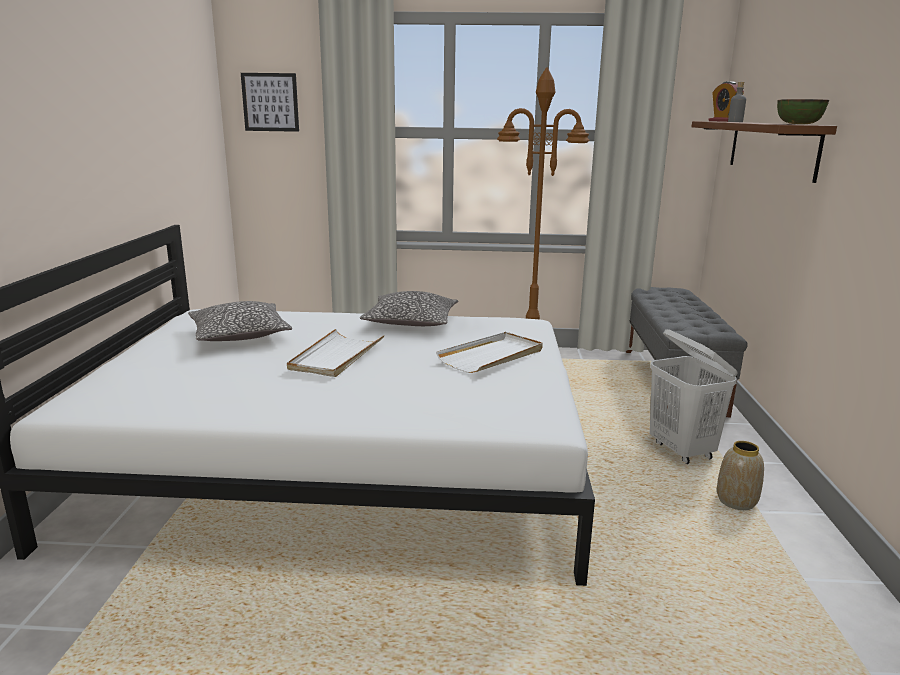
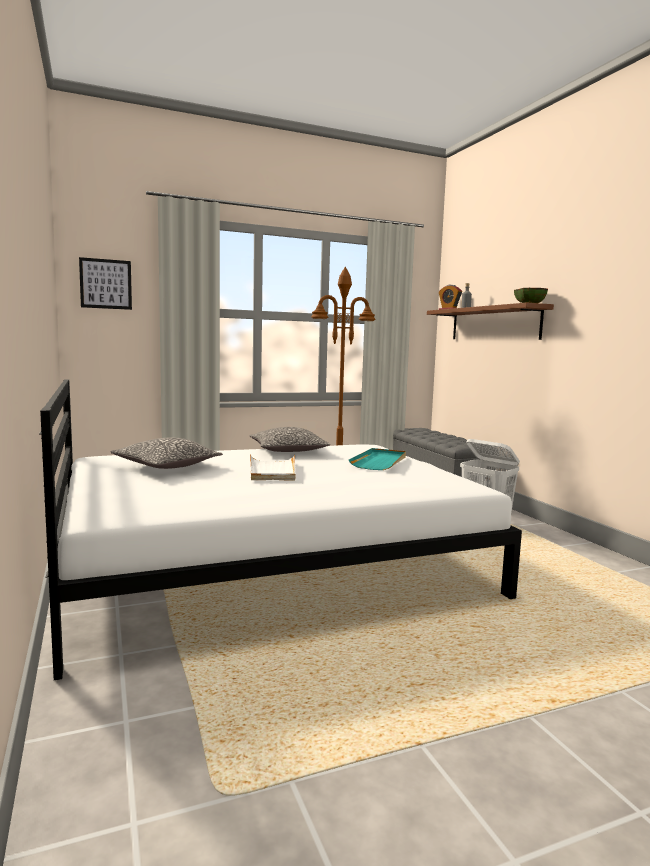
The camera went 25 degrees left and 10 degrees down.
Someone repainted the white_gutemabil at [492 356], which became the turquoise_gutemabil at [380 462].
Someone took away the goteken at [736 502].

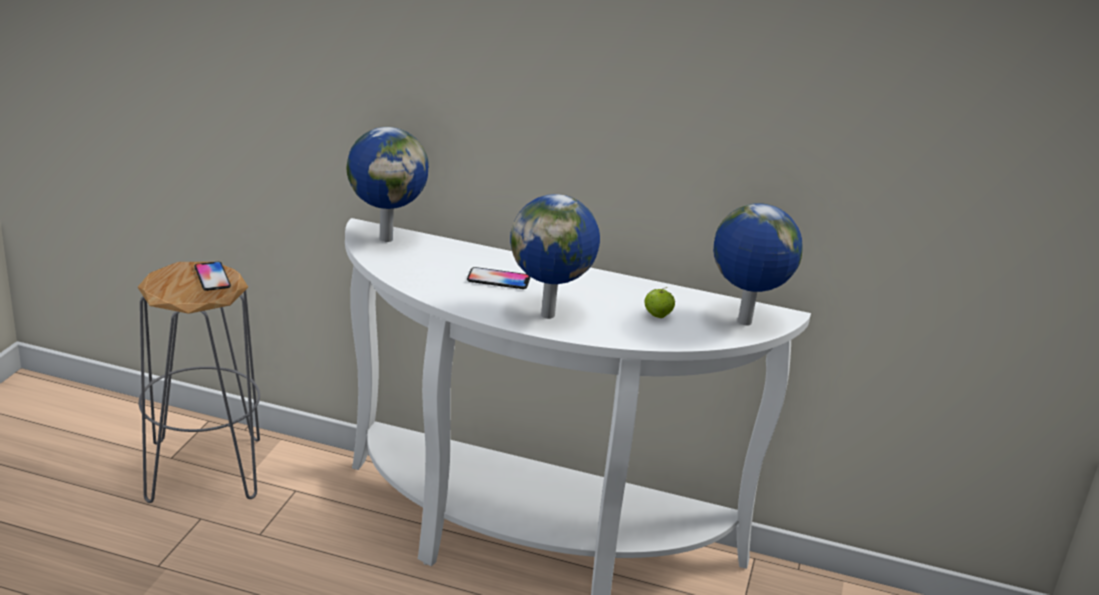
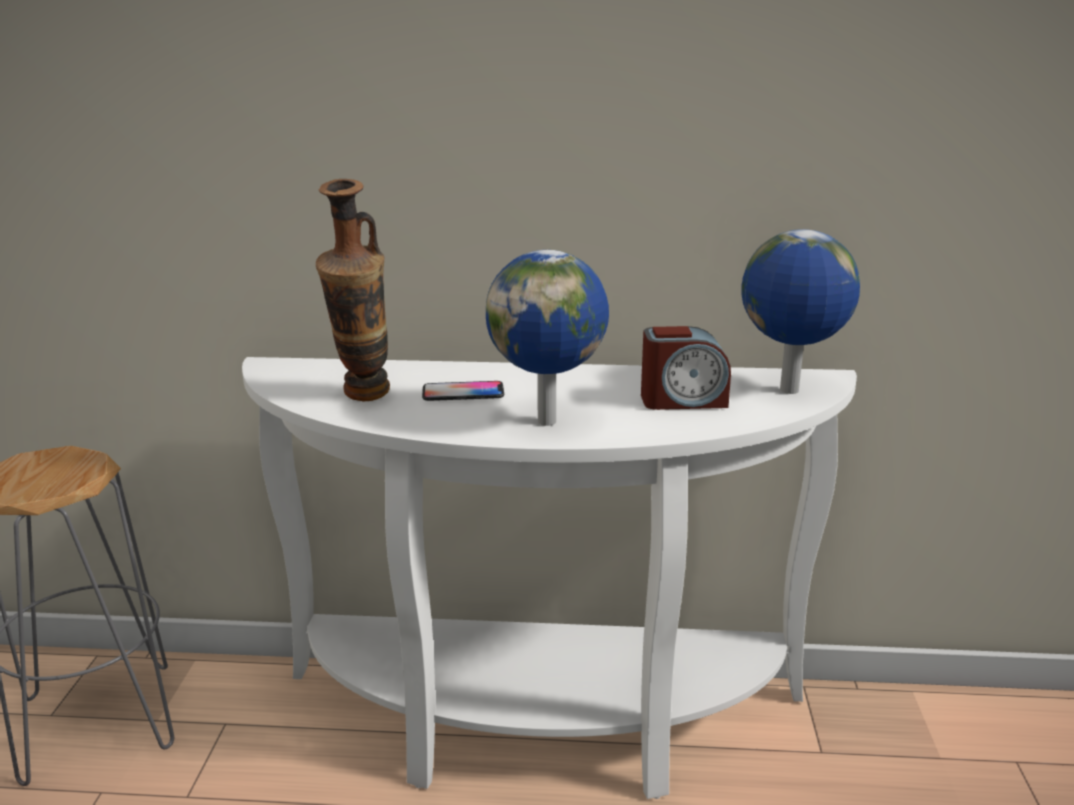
The camera went 10 degrees left and 5 degrees down.
Someone took away the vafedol at [386 238].
Someone took away the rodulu at [212 277].
Someone swapped the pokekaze at [657 316] for the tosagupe at [683 400].
Someone put down the goteken at [363 399].

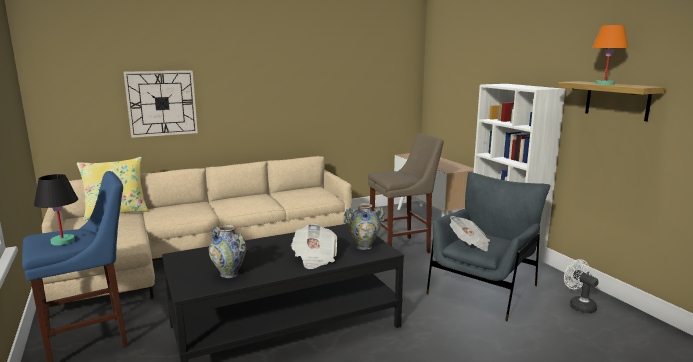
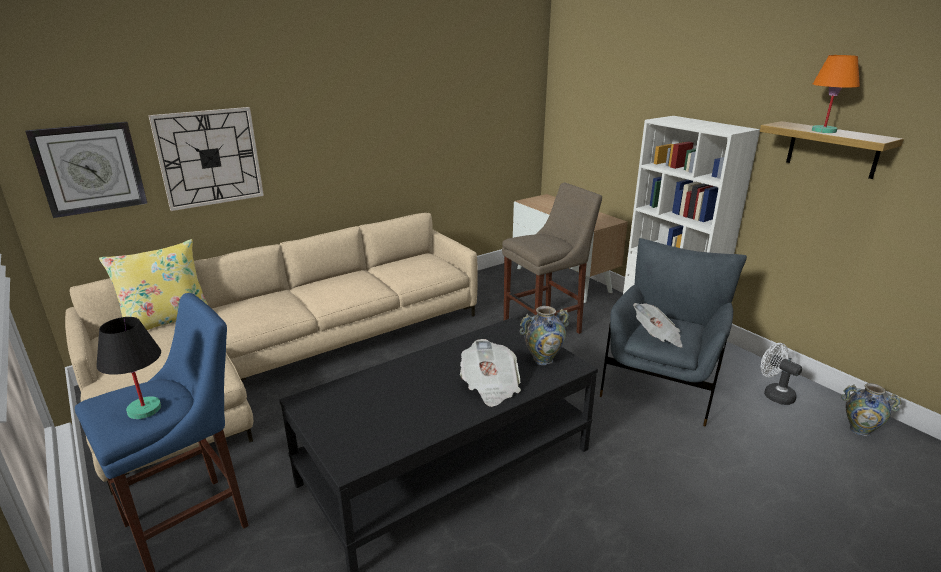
The camera went 10 degrees left and 10 degrees up.
Someone carried the goteken from [229 274] to [860 430].
Someone put up the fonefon at [90 168].

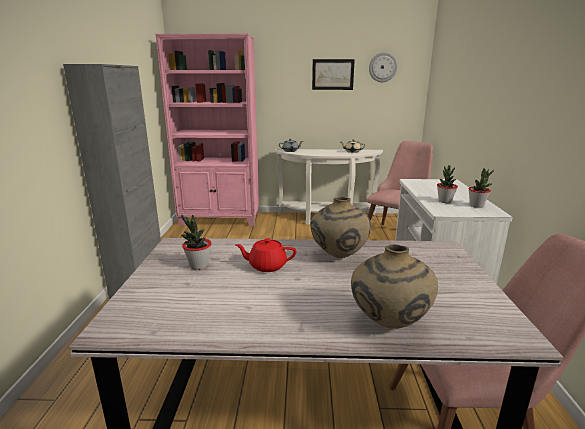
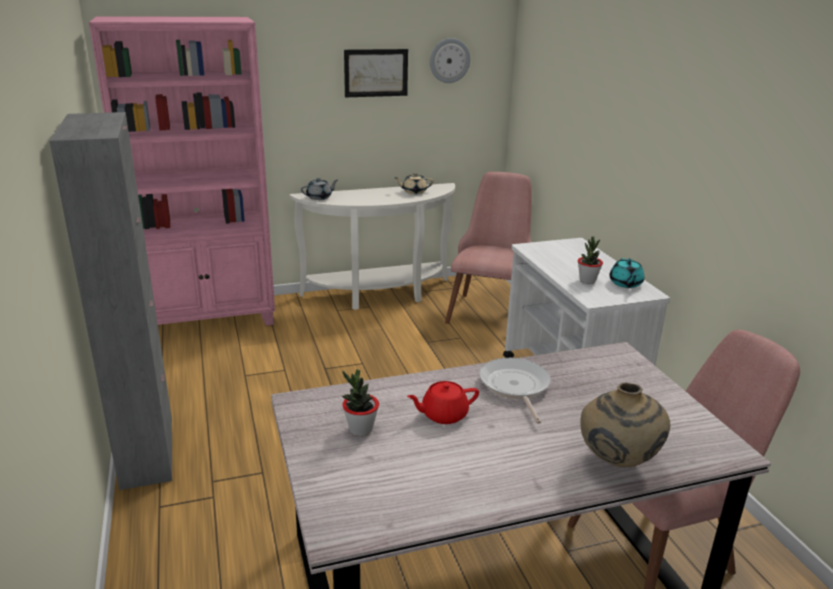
The camera went 20 degrees left and 5 degrees up.
Someone swapped the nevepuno at [476 205] for the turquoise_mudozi at [625 283].
Someone swapped the beige_goteken at [338 257] for the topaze at [515 387].

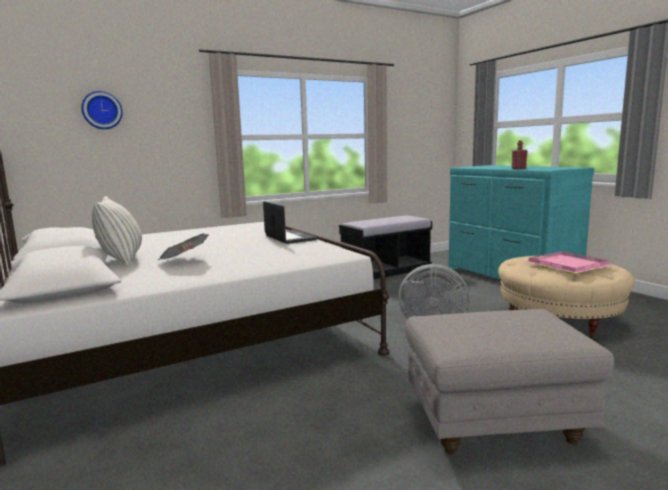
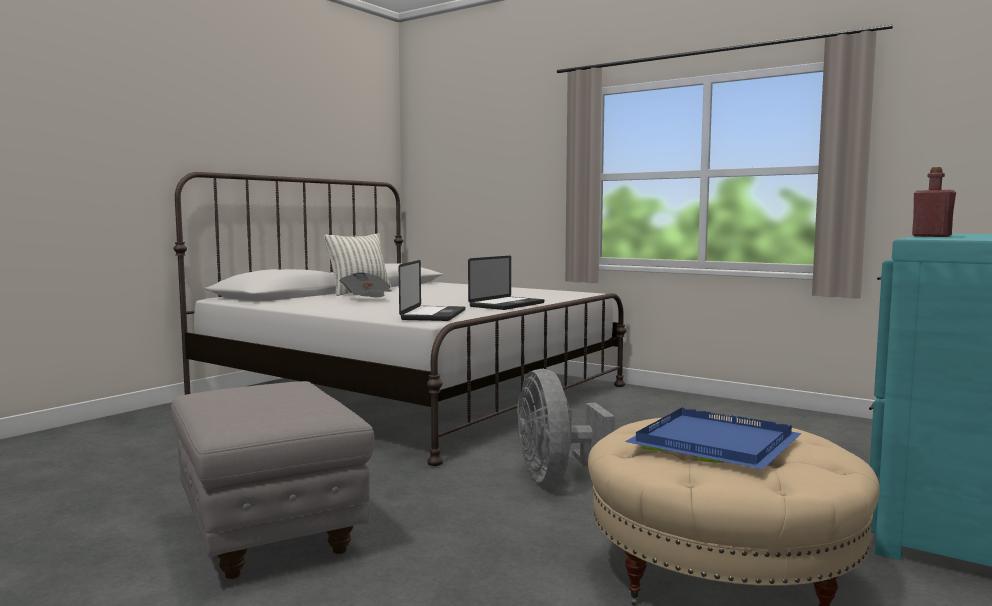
The camera went 65 degrees right and 5 degrees down.
Someone took away the fonefon at [102 110].
Someone took away the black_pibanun at [386 271].
Someone repainted the pink_gutemabil at [567 266], which became the blue_gutemabil at [711 443].
Someone put down the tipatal at [433 315].

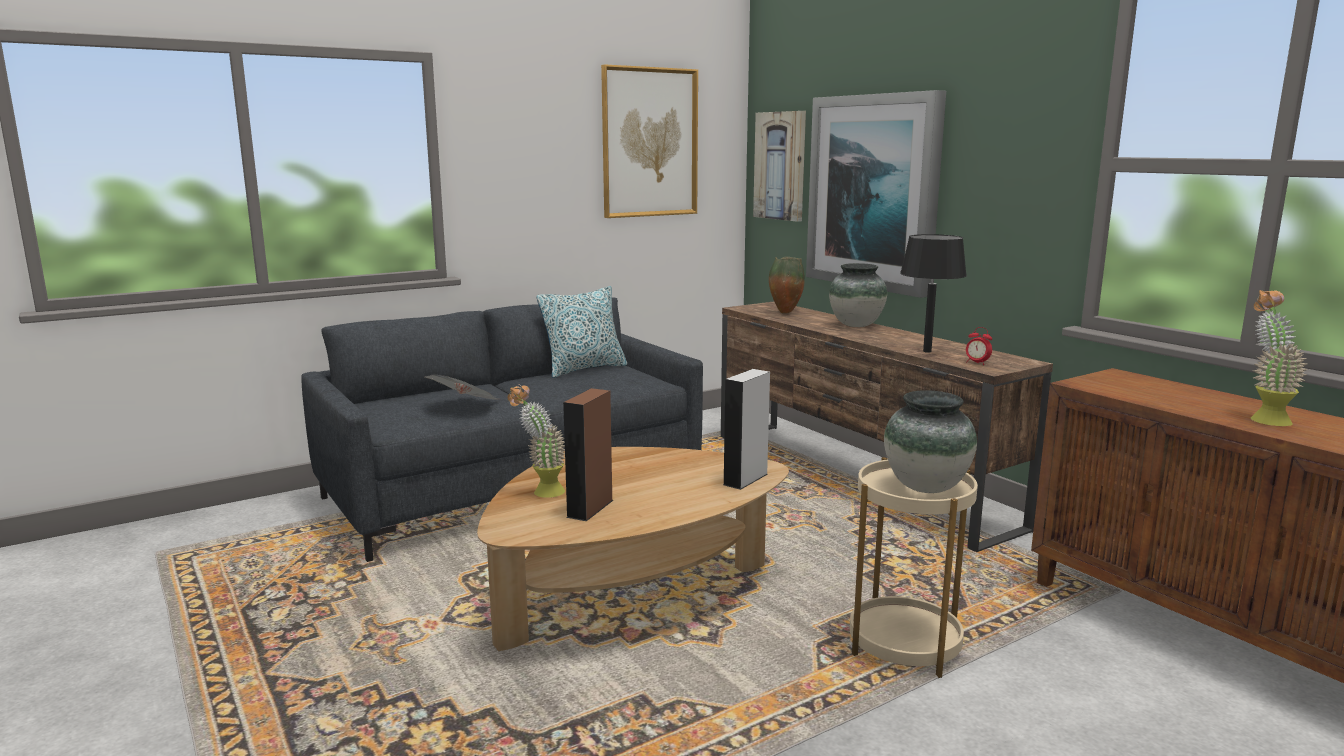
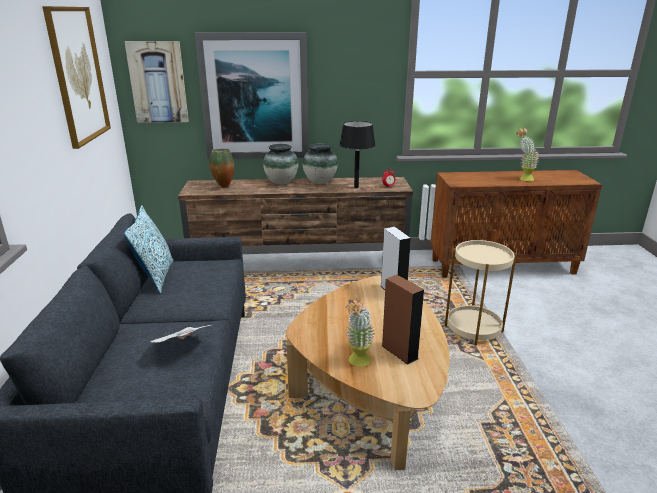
The camera went 60 degrees left and 10 degrees up.
Someone carried the goteken from [926 487] to [320 182].

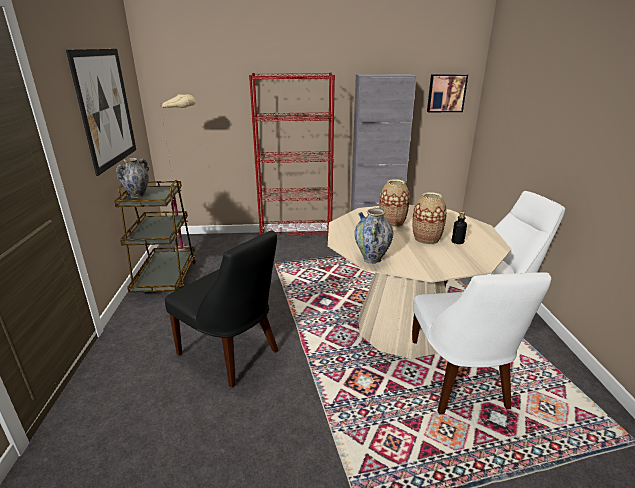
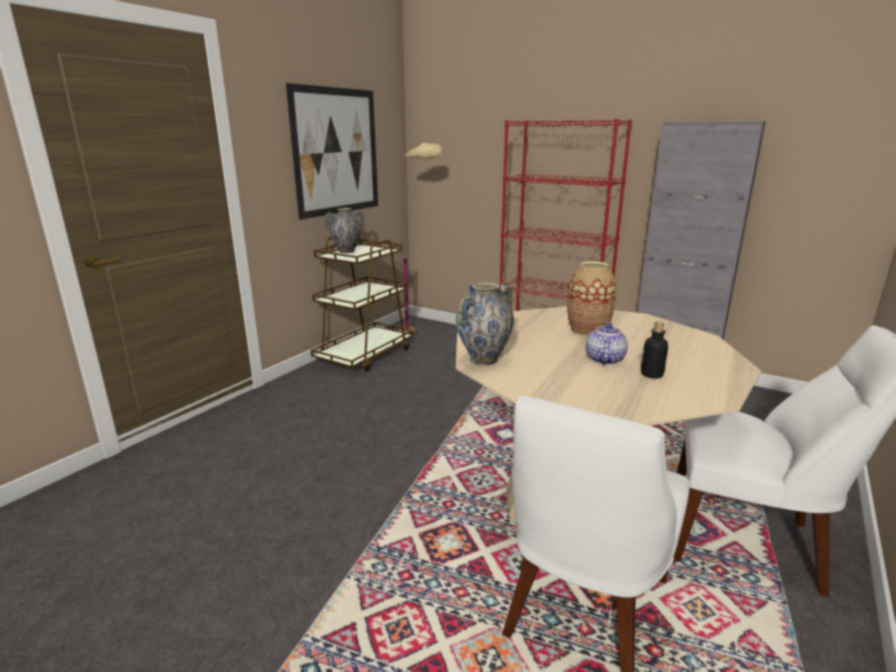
The camera went 35 degrees right and 5 degrees down.
Someone took away the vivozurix at [446 93].
Someone swapped the goteken at [426 239] for the mudozi at [604 359].
Someone took away the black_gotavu at [231 354].

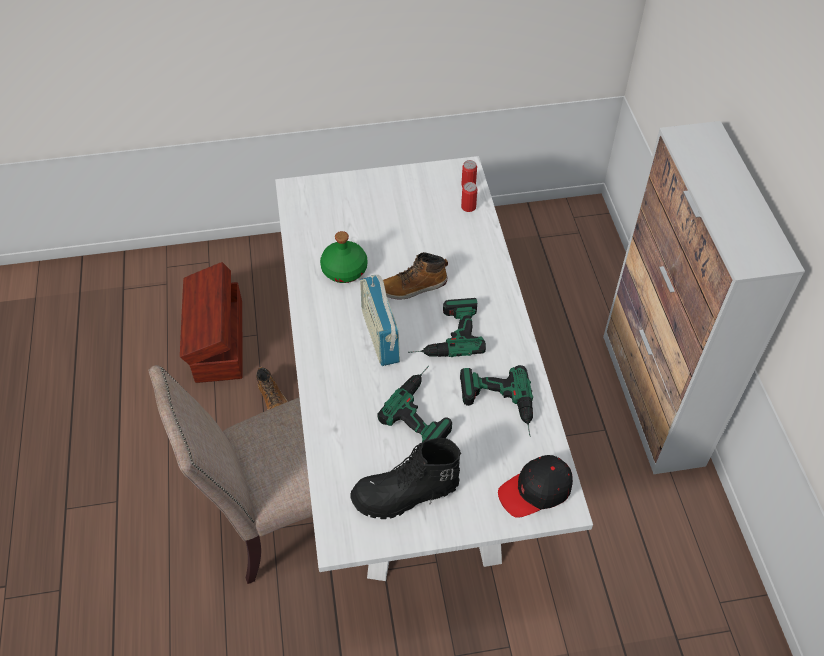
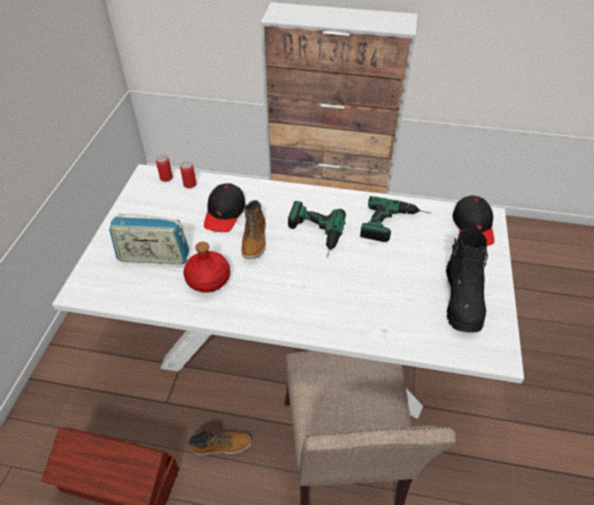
The camera went 70 degrees left and 5 degrees down.
Someone repainted the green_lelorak at [345 270], which became the red_lelorak at [209 279].
Someone carried the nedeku from [380 336] to [154 257].
Someone took away the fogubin at [426 409].
Someone put down the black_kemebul at [224 213].

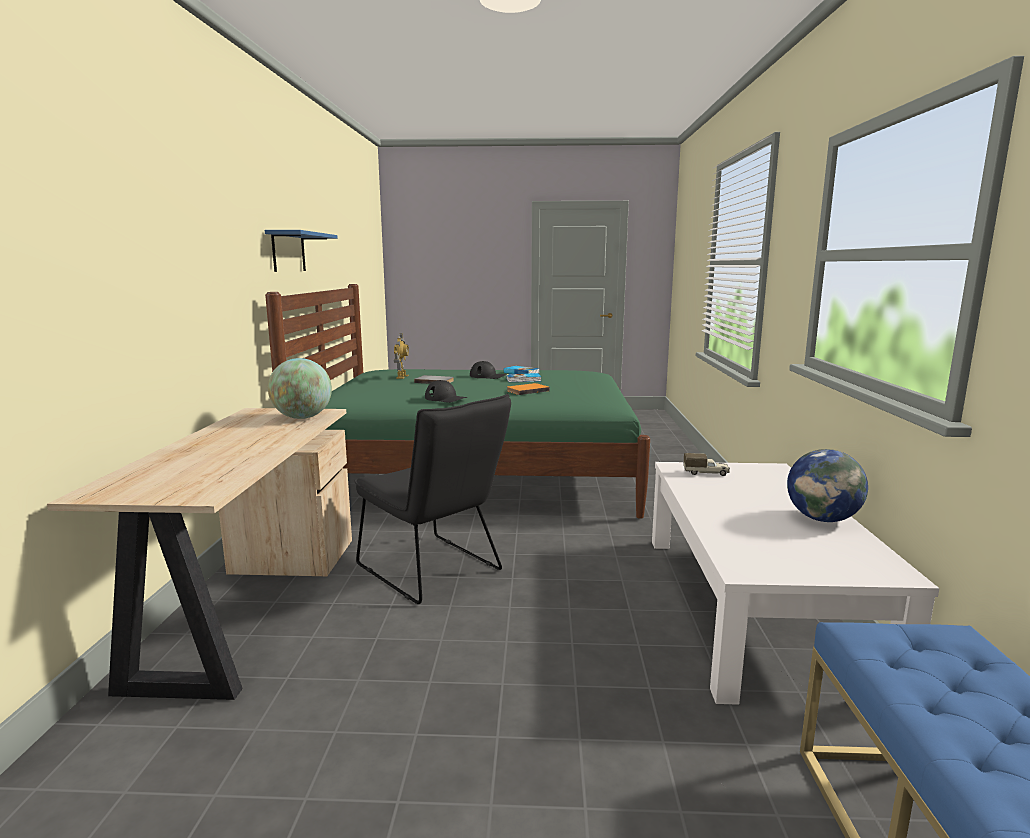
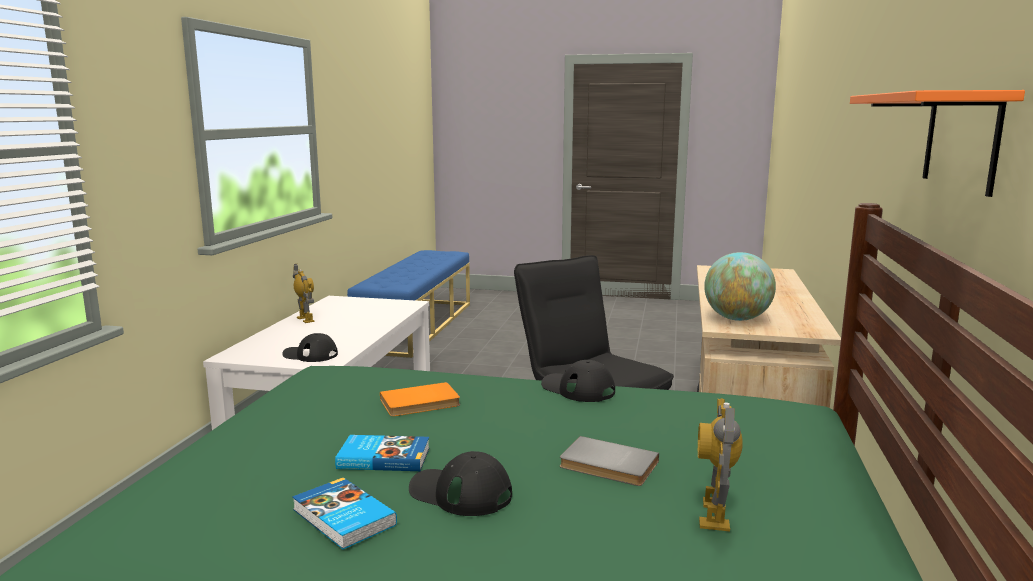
The camera went 170 degrees left and 0 degrees up.
Someone repainted the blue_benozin at [288 252], which became the orange_benozin at [961 140].
Someone swapped the vafedol at [822 519] for the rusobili at [305 319].
Someone swapped the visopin at [706 473] for the black_kemebul at [310 355].

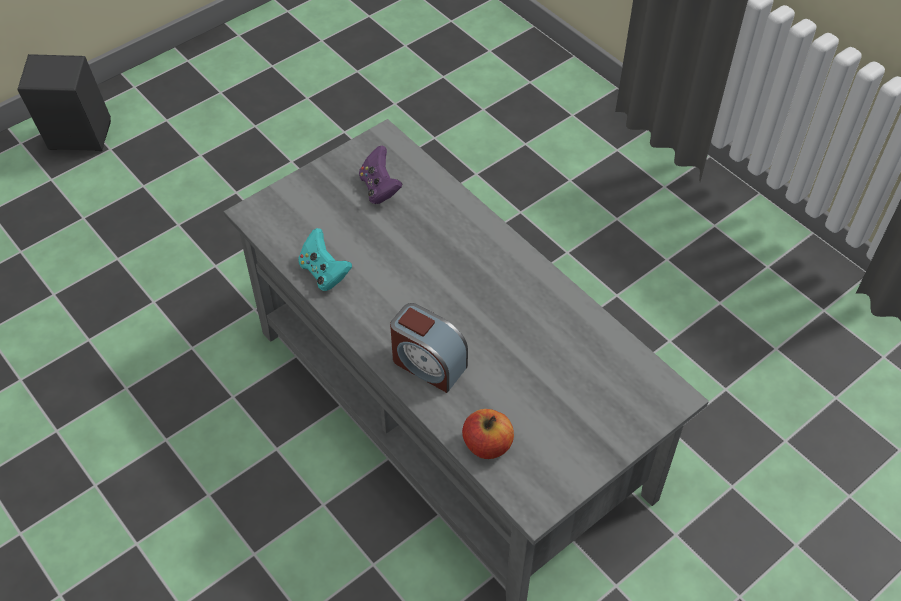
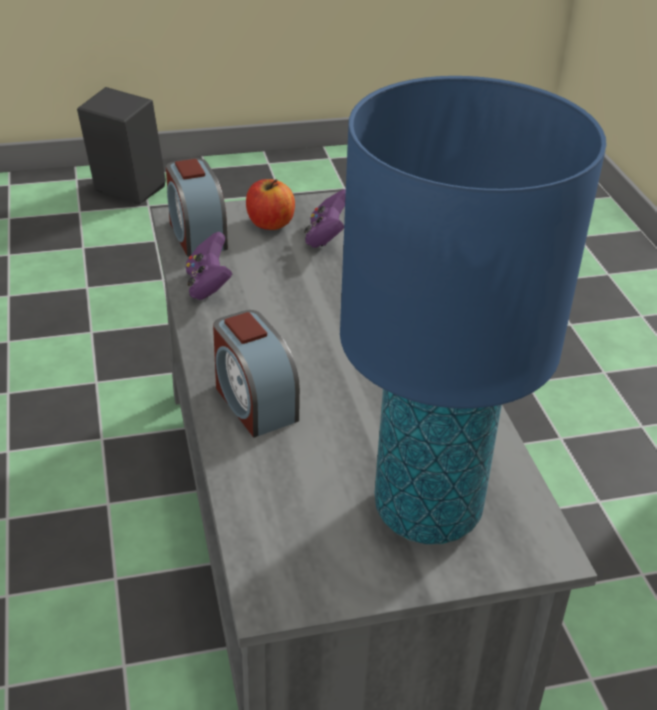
The camera went 25 degrees right and 15 degrees down.
Someone repainted the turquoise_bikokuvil at [324 272], which became the purple_bikokuvil at [208 285].
Someone carried the pokekaze from [487 445] to [270 223].
Someone put down the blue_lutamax at [426 511].
Someone put down the tosagupe at [196 234].

